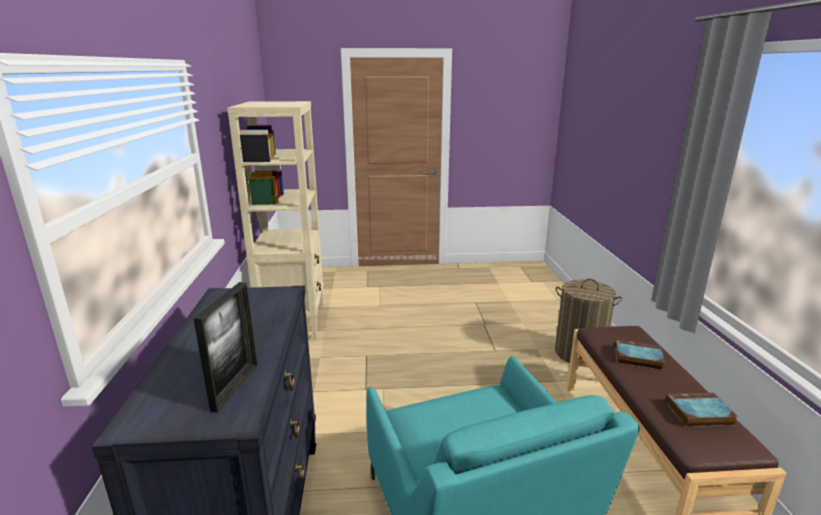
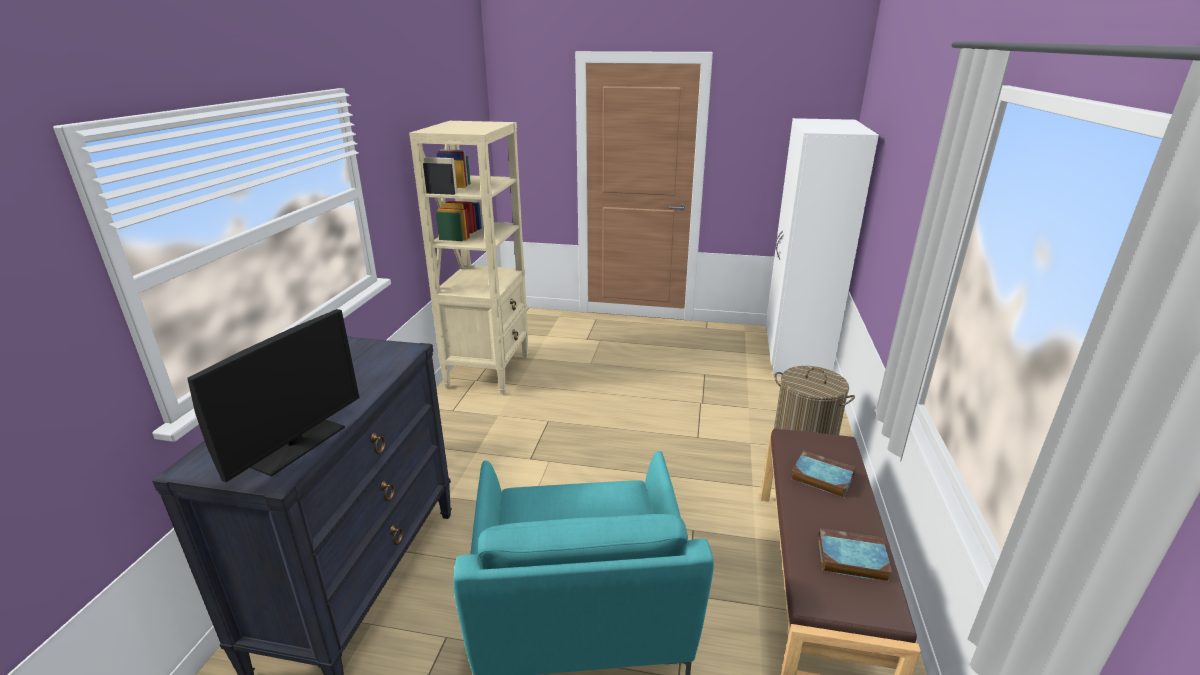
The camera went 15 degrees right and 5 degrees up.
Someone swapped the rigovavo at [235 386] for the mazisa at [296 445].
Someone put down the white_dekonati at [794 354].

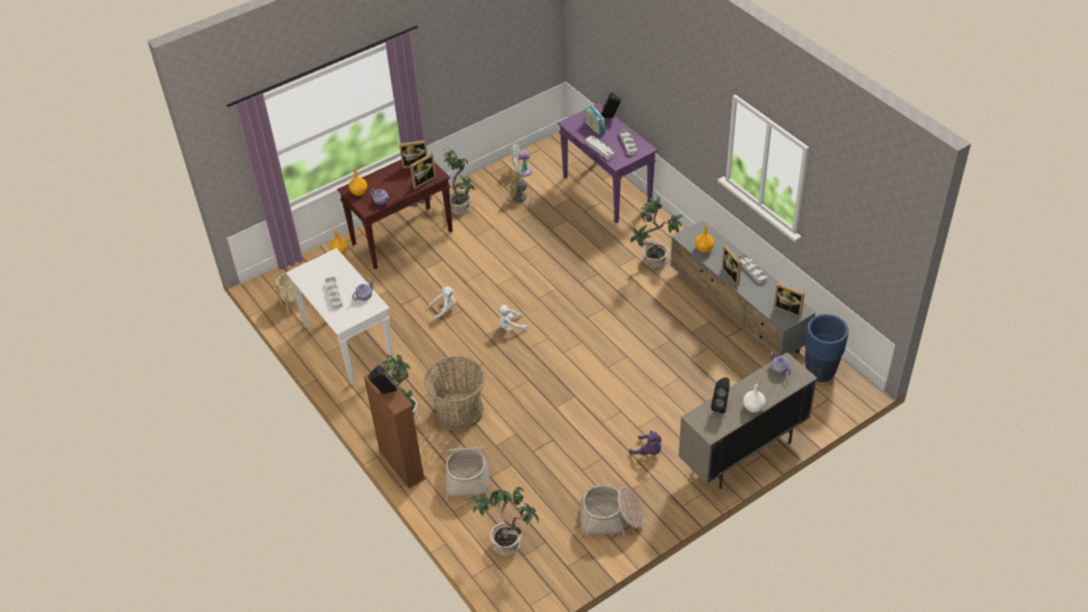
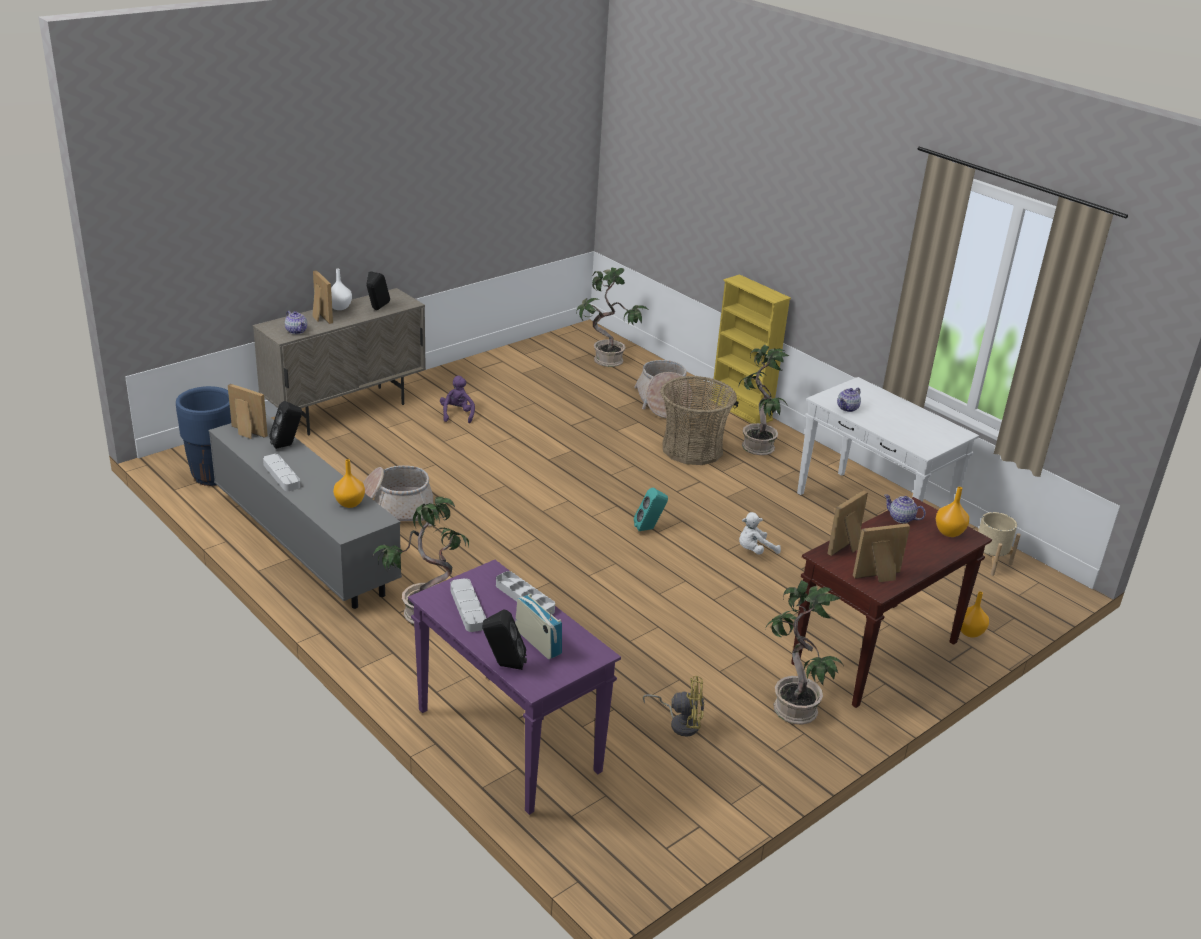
The camera went 170 degrees right and 15 degrees down.
Someone took away the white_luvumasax at [521 171].
Someone carried the rigovavo from [733 276] to [319 317].
Someone took away the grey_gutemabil at [334 294].
Someone swapped the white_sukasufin at [510 327] for the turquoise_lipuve at [649 529].
Someone carried the black_lipuve from [384 392] to [287 445].
Someone repainted the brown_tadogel at [402 465], which became the yellow_tadogel at [740 410].
Someone rotated the purple_sukasufin at [648 451] by 60 degrees clockwise.
Someone carried the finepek from [611 518] to [393 510].

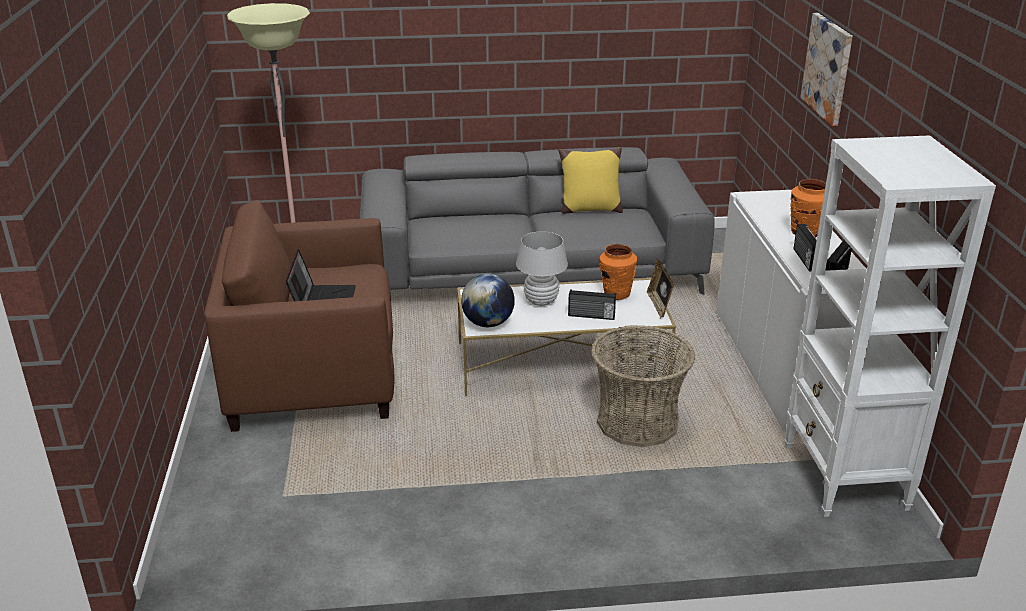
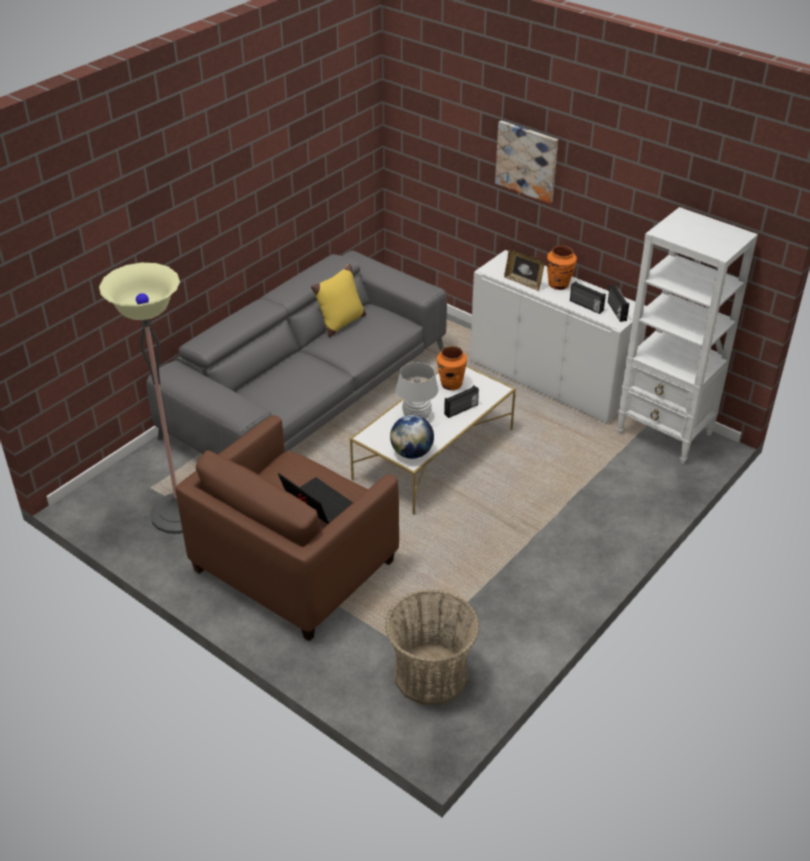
The camera went 45 degrees left and 10 degrees up.
Someone carried the rigovavo from [659 305] to [523 282].
Someone carried the finepek from [637 422] to [431 675].

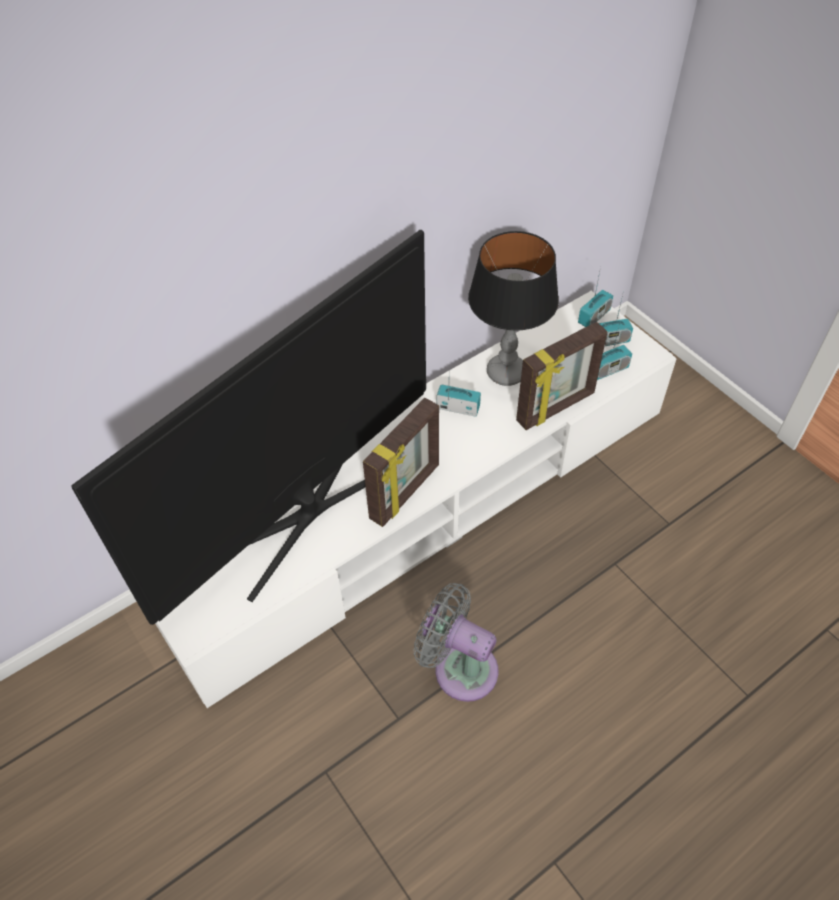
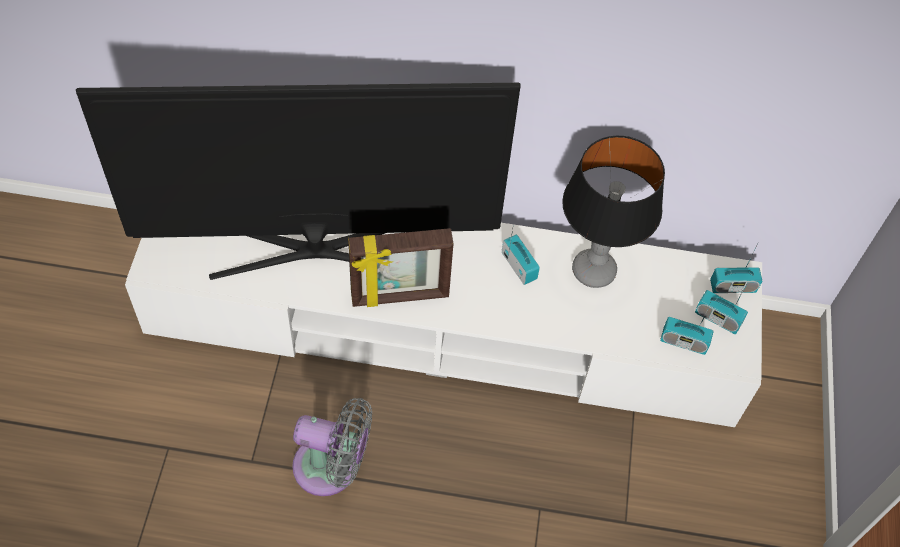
The camera went 40 degrees right and 5 degrees up.
Someone took away the rigovavo at [556 408].
Someone rotated the grey_luvumasax at [459 667] by 120 degrees clockwise.

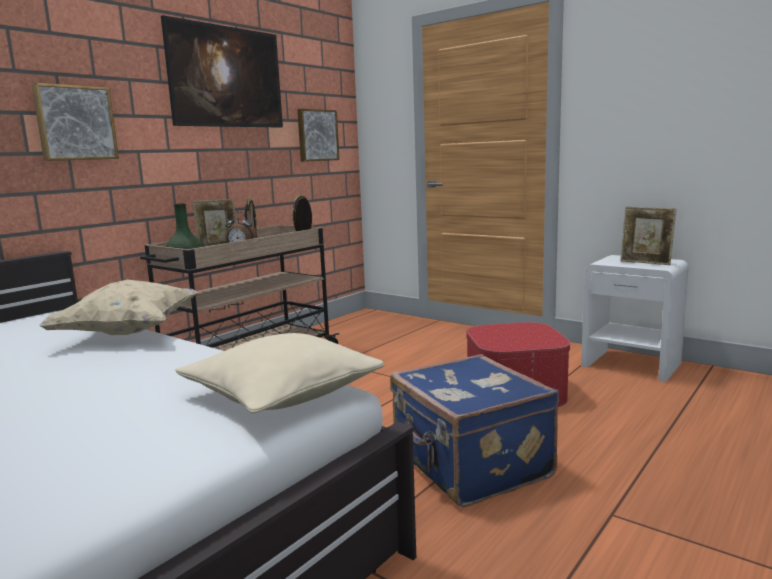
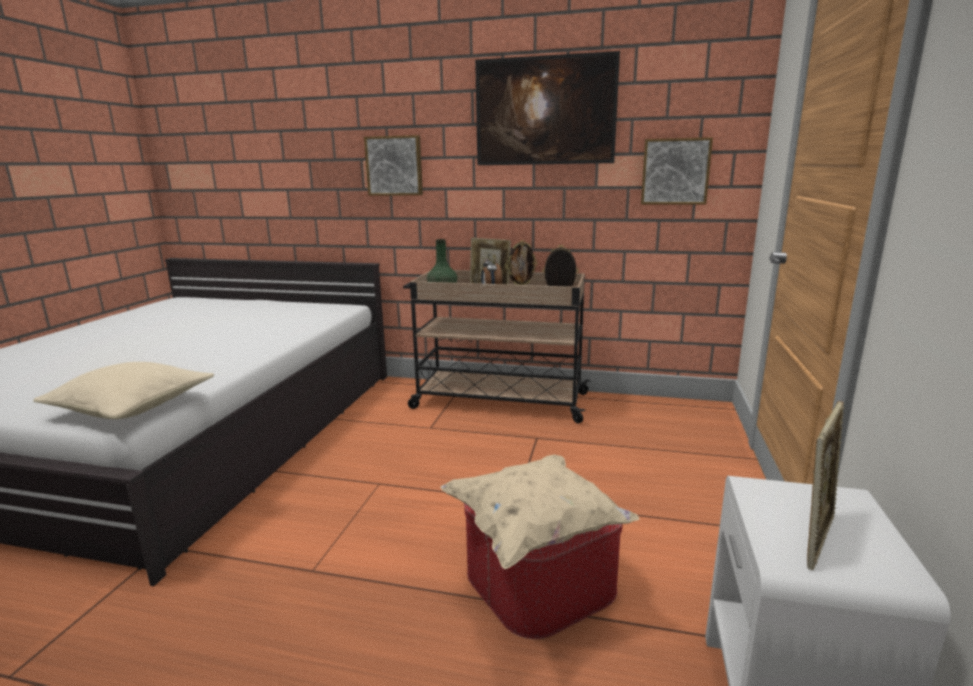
The camera went 65 degrees right and 5 degrees up.
Someone rotated the rigovavo at [645 263] by 150 degrees counterclockwise.
Someone carried the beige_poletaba from [130 333] to [535 531].
Someone took away the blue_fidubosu at [469 465].

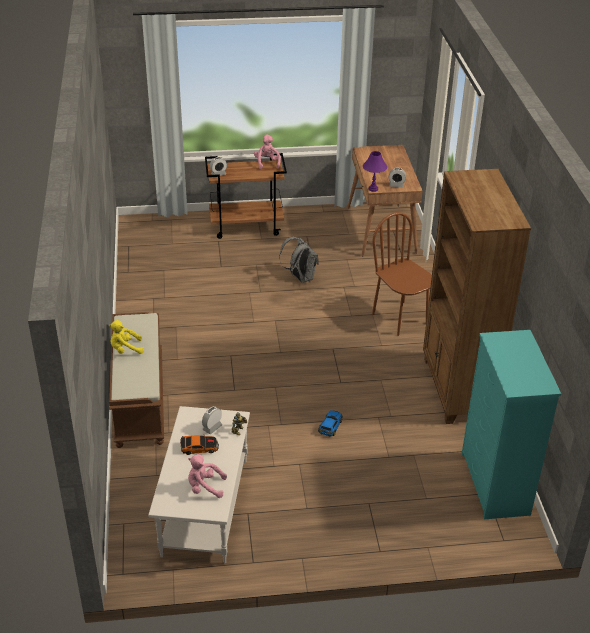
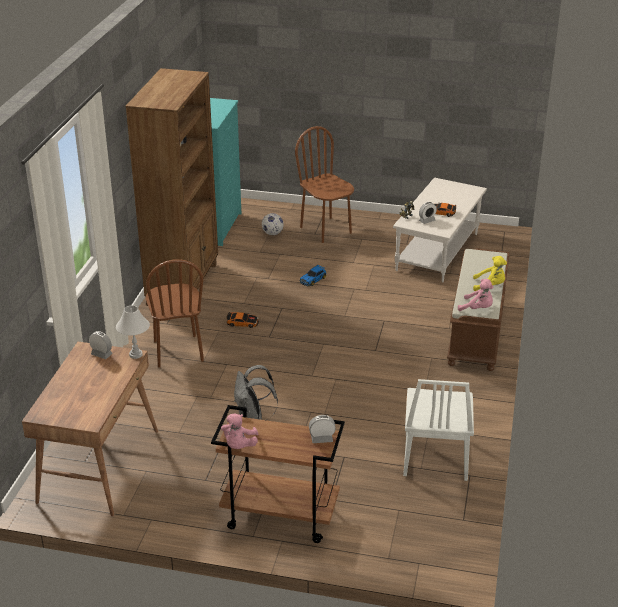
The camera went 160 degrees left and 5 degrees down.
Someone repainted the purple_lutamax at [373 189], which became the white_lutamax at [135 354].
Someone carried the pink_sukasufin from [205 487] to [477 308].
Someone put down the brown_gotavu at [326 230].
Someone put down the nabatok at [272 233].
Someone put down the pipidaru at [242 322].
Someone put down the white_gotavu at [434 457].

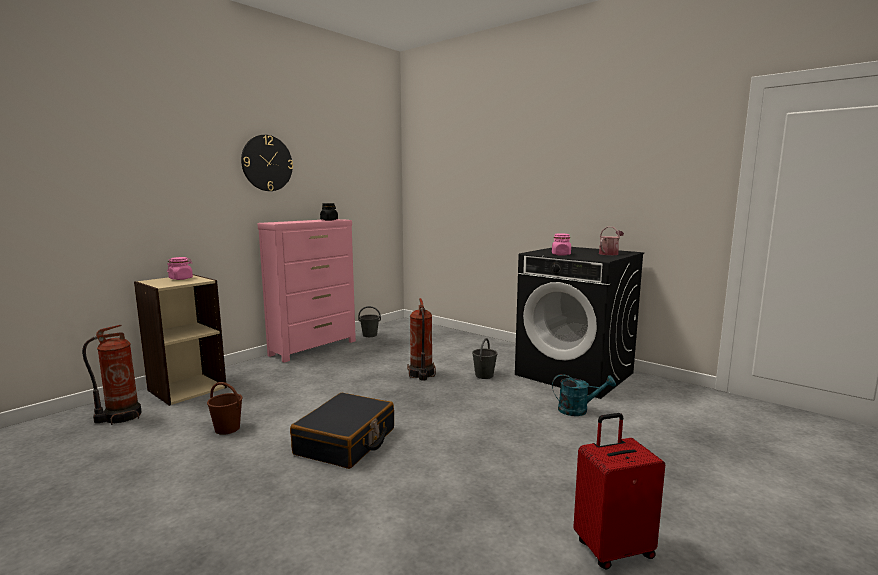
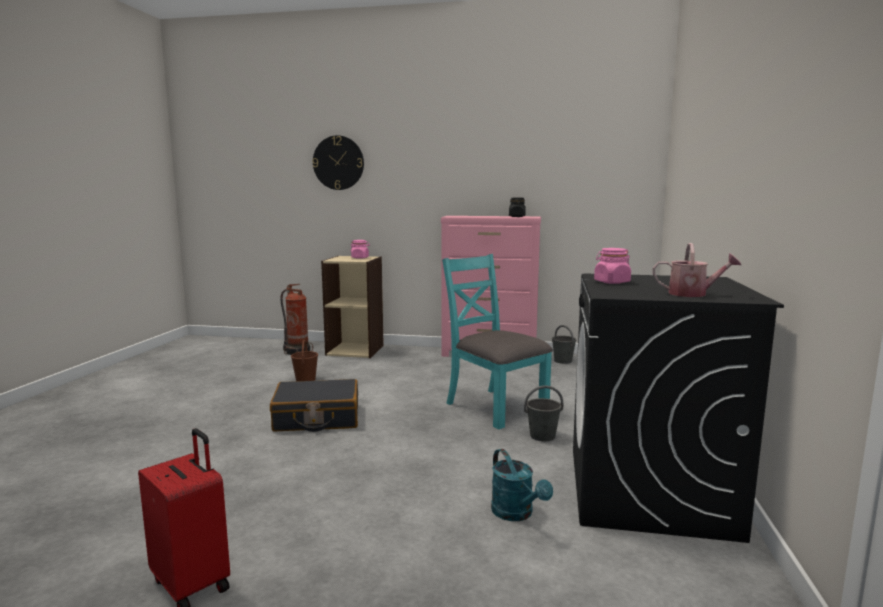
The camera went 60 degrees right and 0 degrees up.
Someone carried the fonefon from [267 163] to [338 163].
Someone swapped the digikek at [421 374] for the turquoise_gotavu at [494 407].

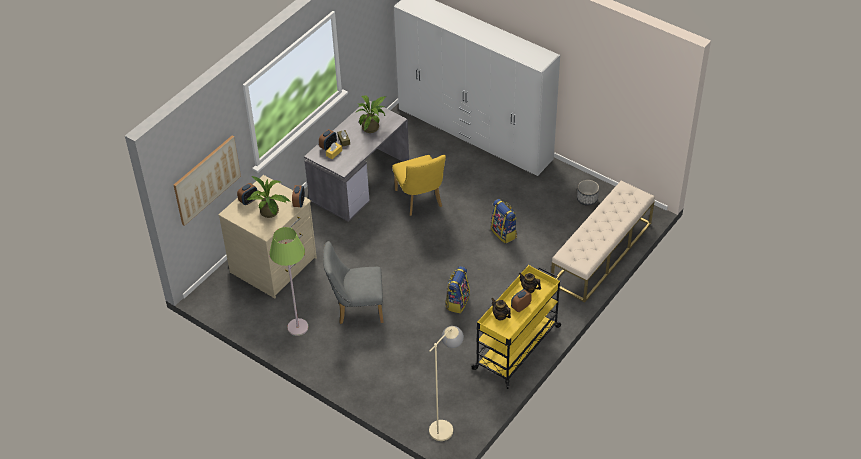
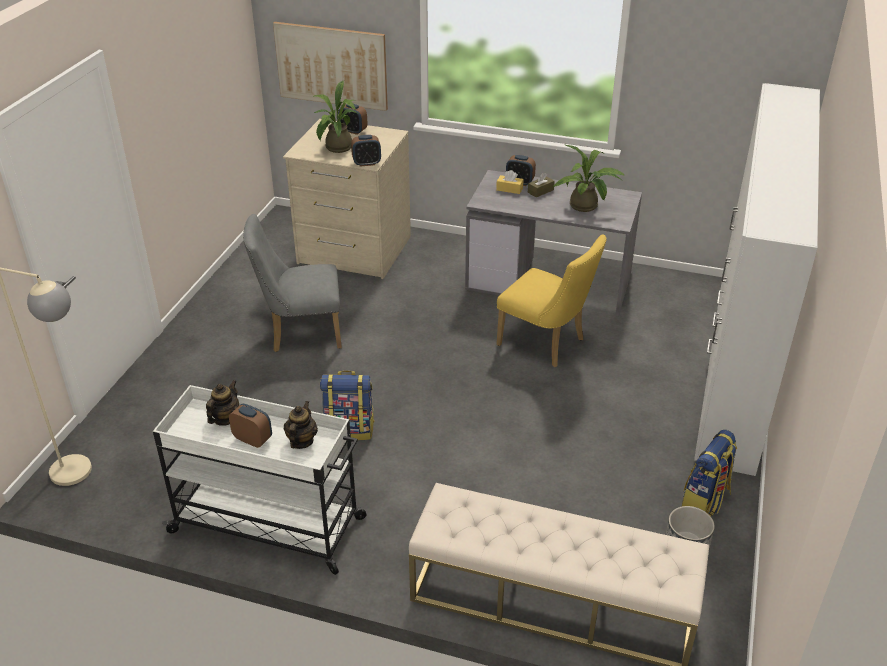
The camera went 70 degrees right and 10 degrees down.
Someone rotated the yellow_gotavu at [420 201] by 105 degrees counterclockwise.
Someone carried the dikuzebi from [504 233] to [705 500].
Someone took away the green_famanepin at [297 327].
Someone rotated the grey_gotavu at [356 309] by 75 degrees counterclockwise.
Someone repainted the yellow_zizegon at [517 347], which became the white_zizegon at [270 525].

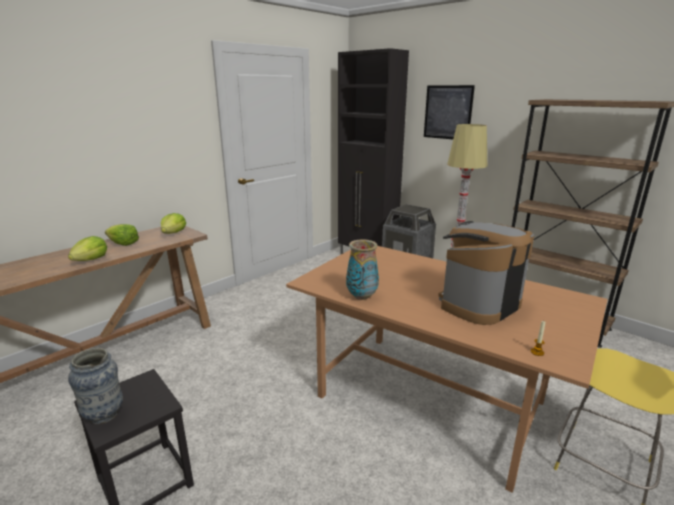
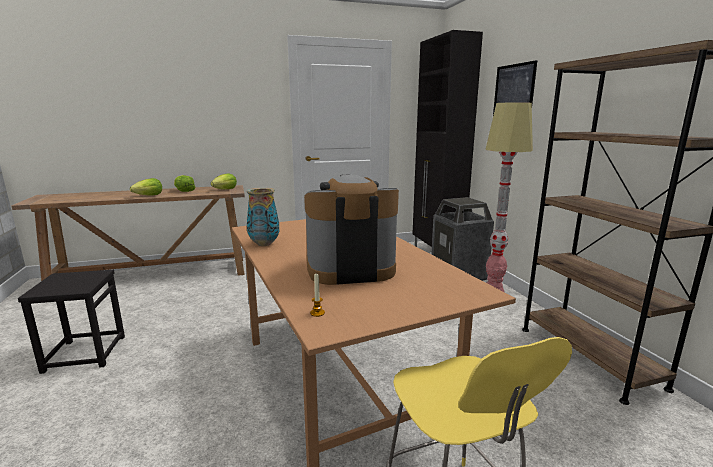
The camera went 30 degrees right and 5 degrees down.
Someone took away the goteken at [104 415].

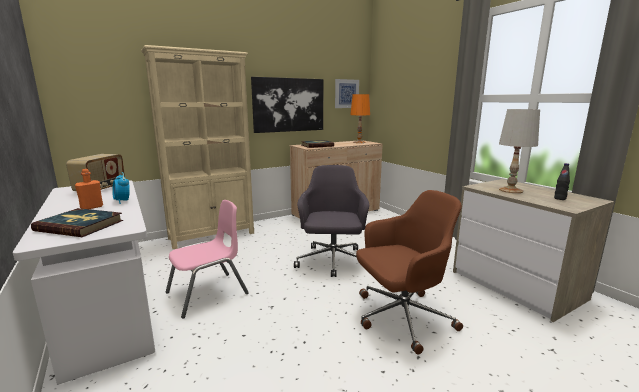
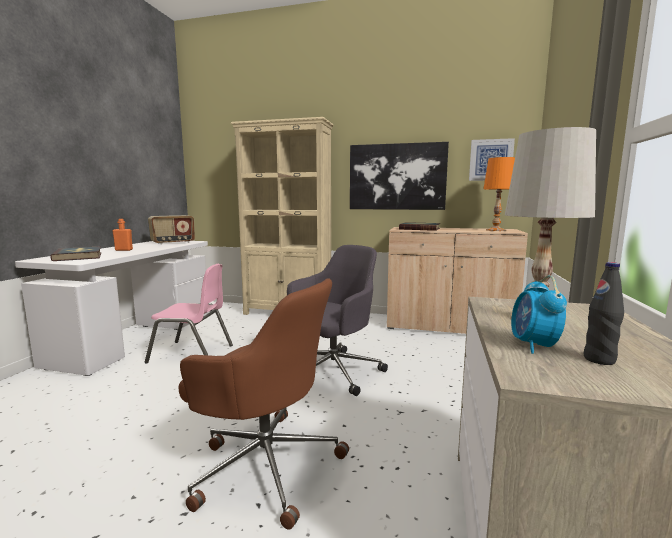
The camera went 45 degrees right and 5 degrees down.
Someone carried the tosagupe from [122 201] to [533 346].

